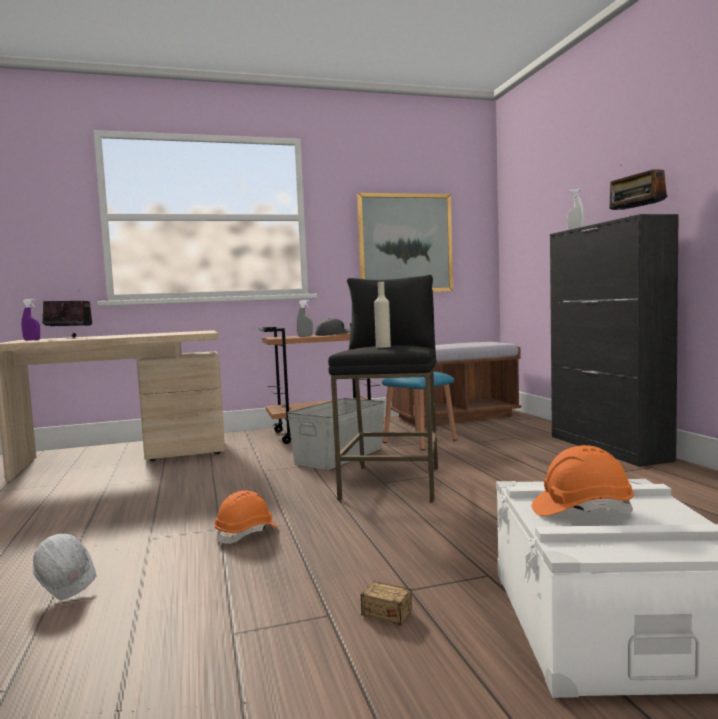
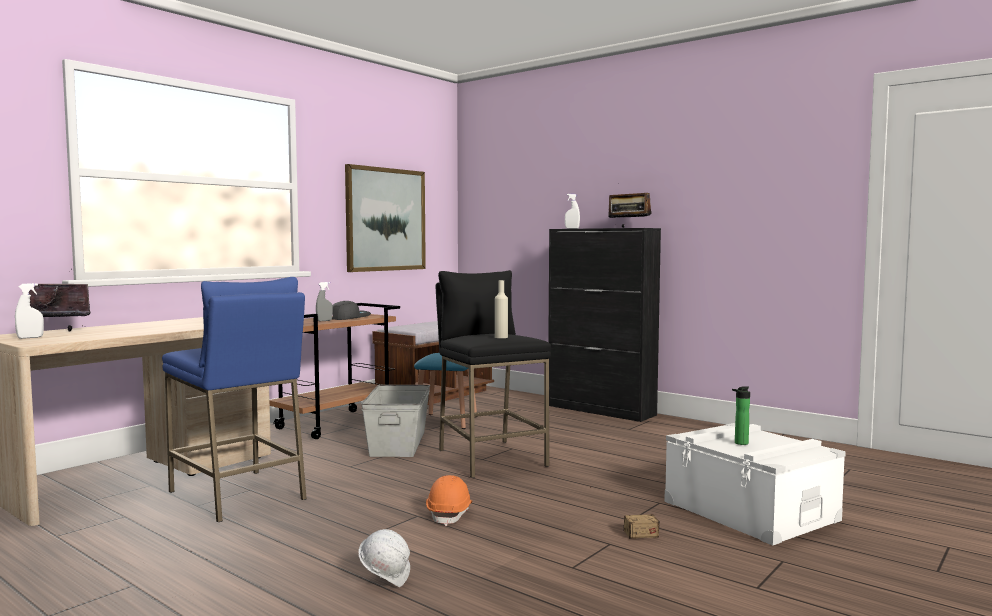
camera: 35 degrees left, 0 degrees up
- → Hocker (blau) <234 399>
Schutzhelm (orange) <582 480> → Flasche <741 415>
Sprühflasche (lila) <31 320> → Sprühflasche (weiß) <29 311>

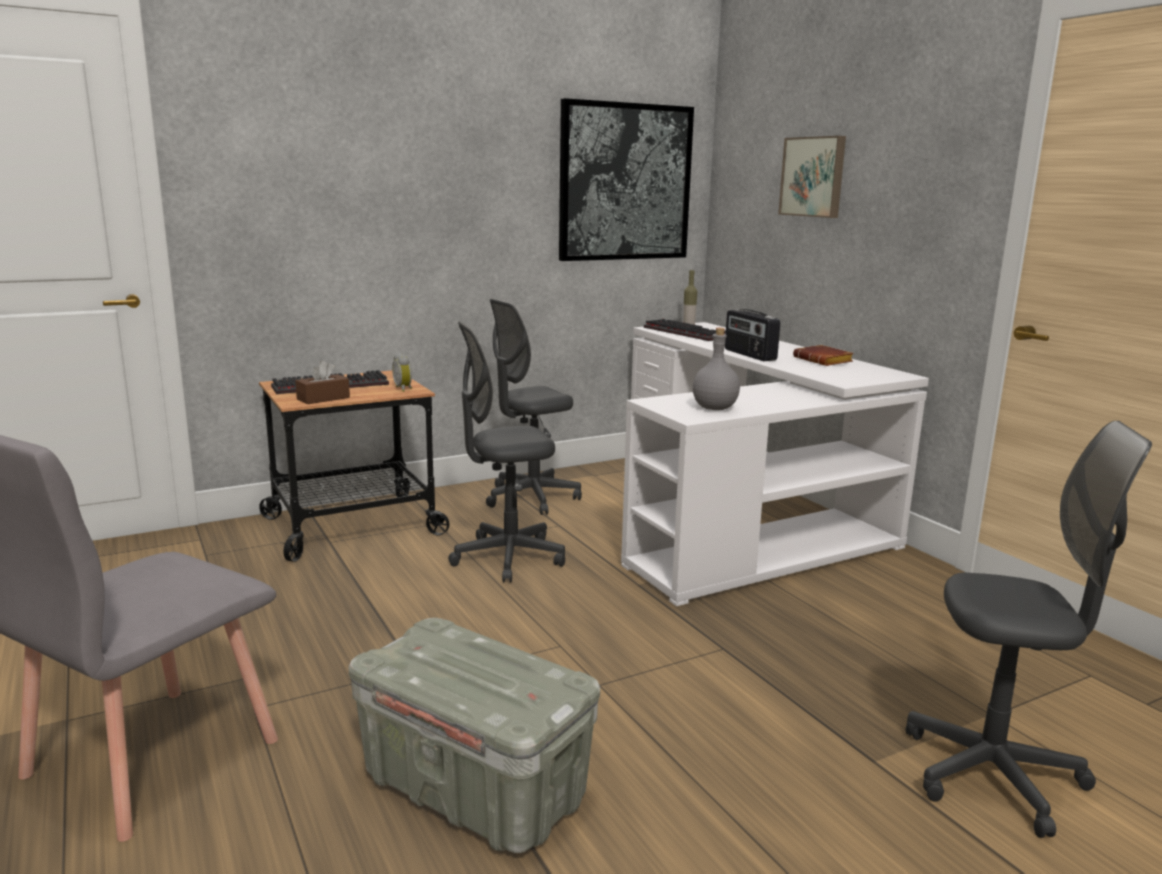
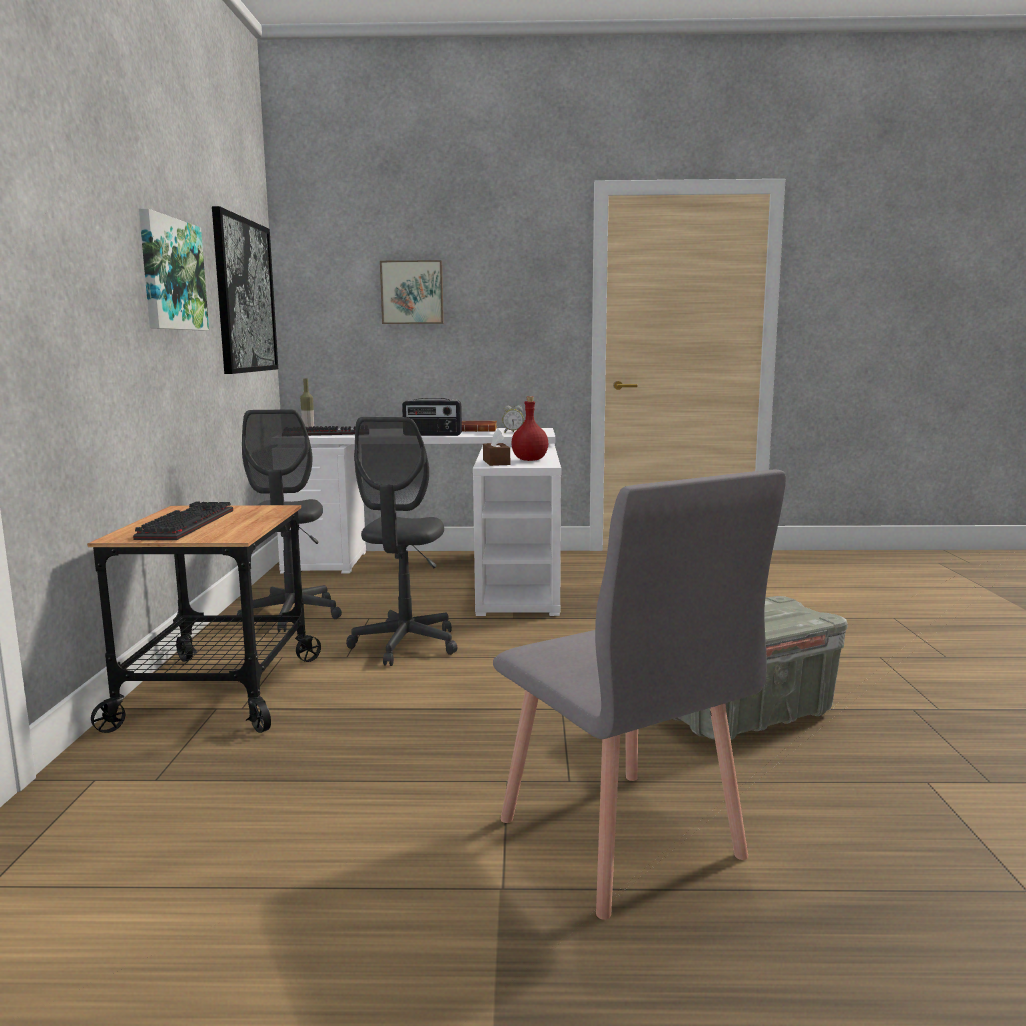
camera: 60 degrees left, 5 degrees down
Bürostuhl (grau) <1029 629> → -
- → Bild <174 270>
Taschentuchbox (braun) <322 382> → Taschentuchbox (braun) <496 447>, relocated
Wecker <402 372> → Wecker <513 419>, relocated
Flasche (grau) <716 369> → Flasche (rot) <529 428>

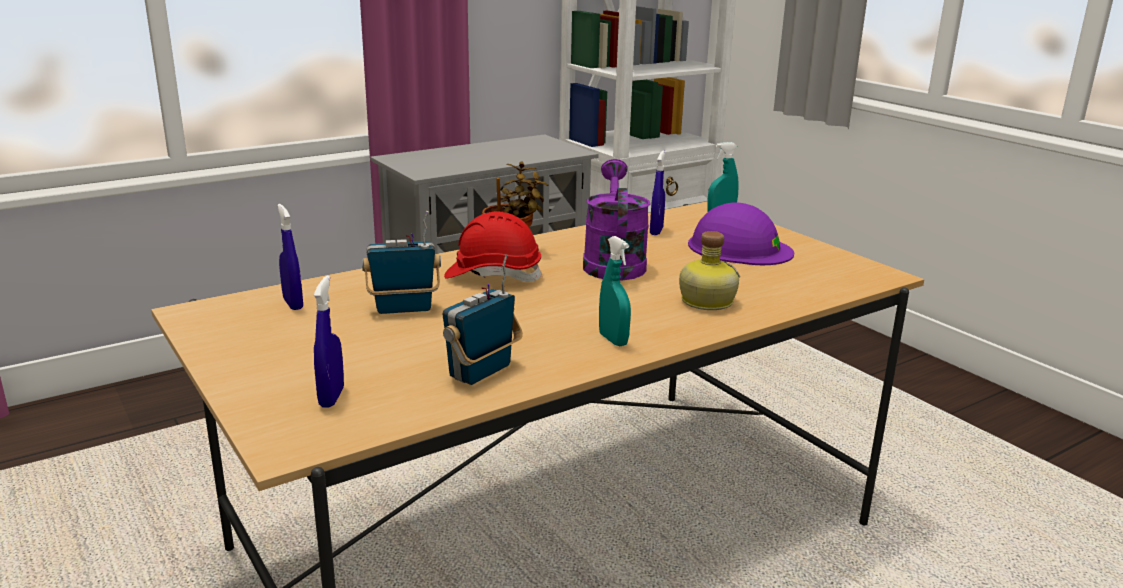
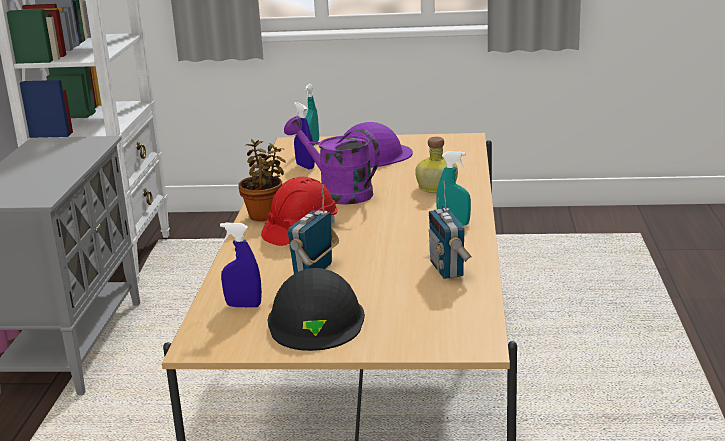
camera: 50 degrees left, 0 degrees up
Sprühflasche (blau) <329 341> → -
- → Schutzhelm (schwarz) <316 309>

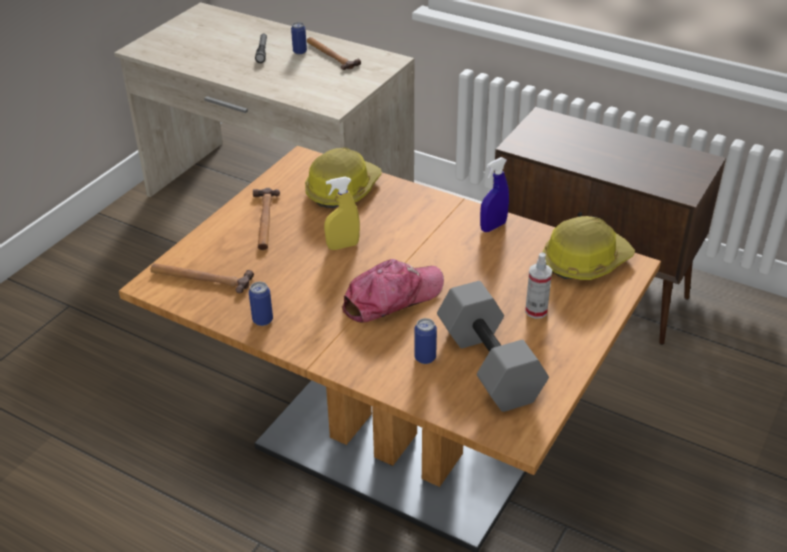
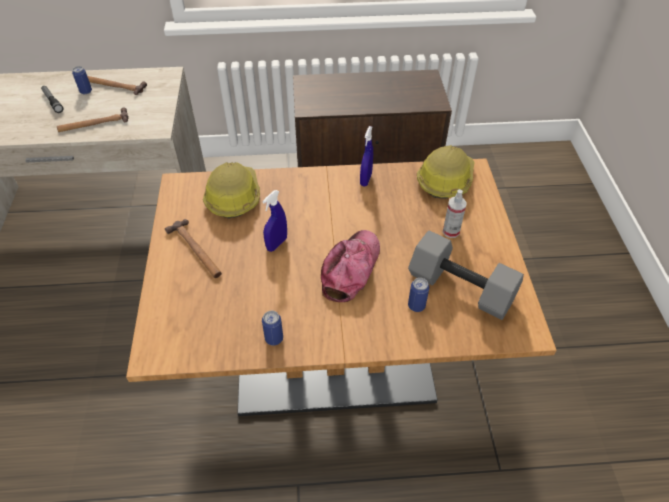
camera: 35 degrees left, 10 degrees up
Hammer <202 278> → Hammer <93 120>, relocated
Sprühflasche (gelb) <342 213> → Sprühflasche (blau) <274 221>

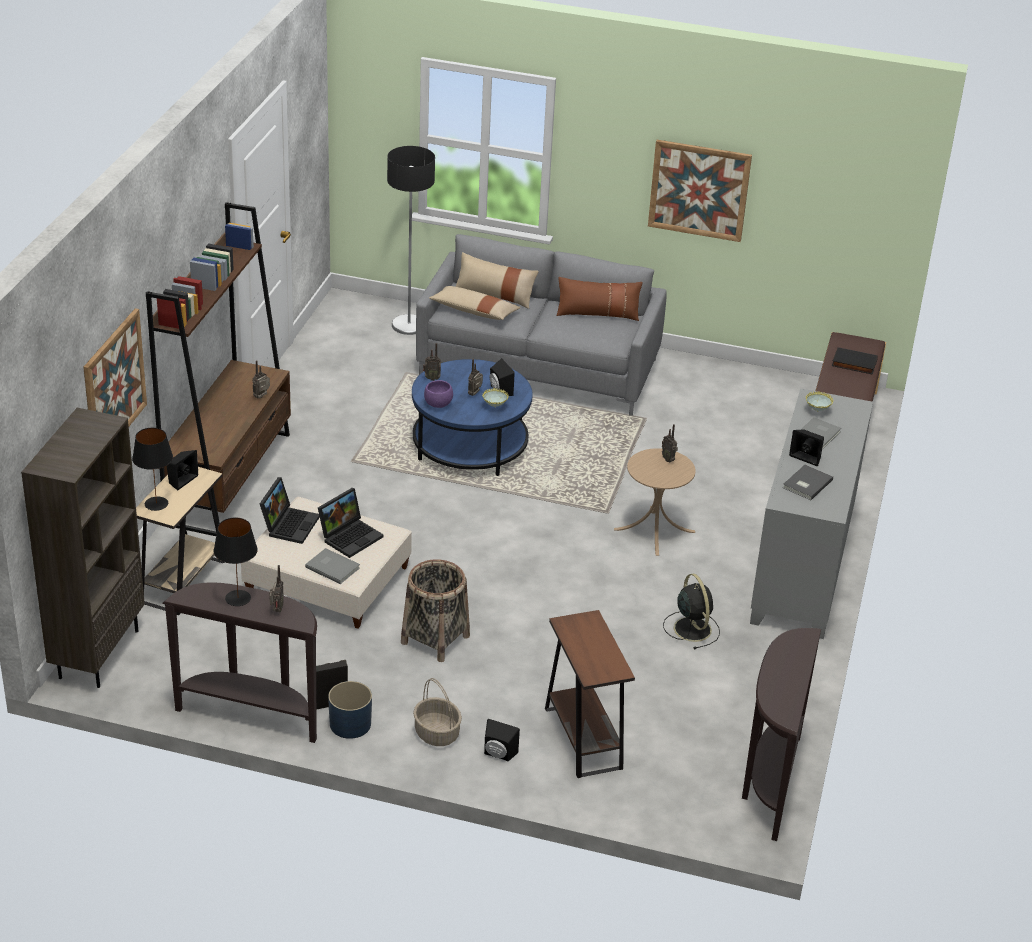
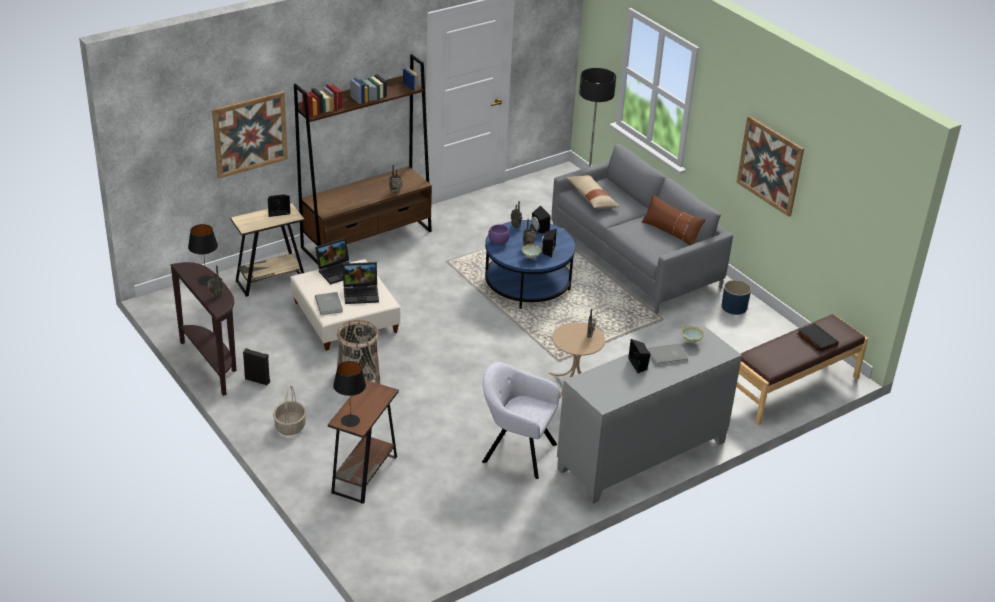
camera: 40 degrees right, 0 degrees up
Bücherregal (braun) <83 548> → -
Kissen (beige) <497 280> → -
Konsolentisch (braun) <781 734> → -
Buch (grau) <808 482> → -
Tischlampe (schwarz) <152 469> → Tischlampe (schwarz) <349 394>, relocated
Pflanzkübel (blau) <350 710> → Pflanzkübel (blau) <736 297>, relocated
Lautsprecher (schwarz) <502 740> → Lautsprecher (schwarz) <541 220>, relocated
Ventilator (schwarz) <691 611> → Sessel (grau) <521 420>

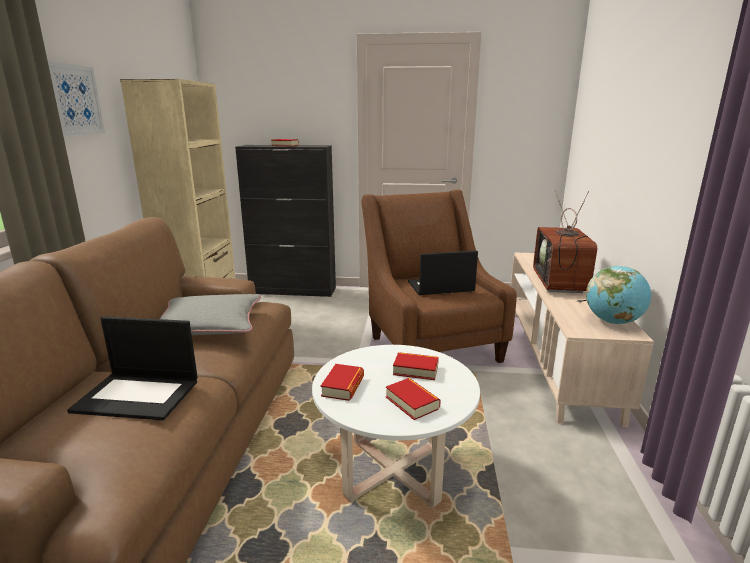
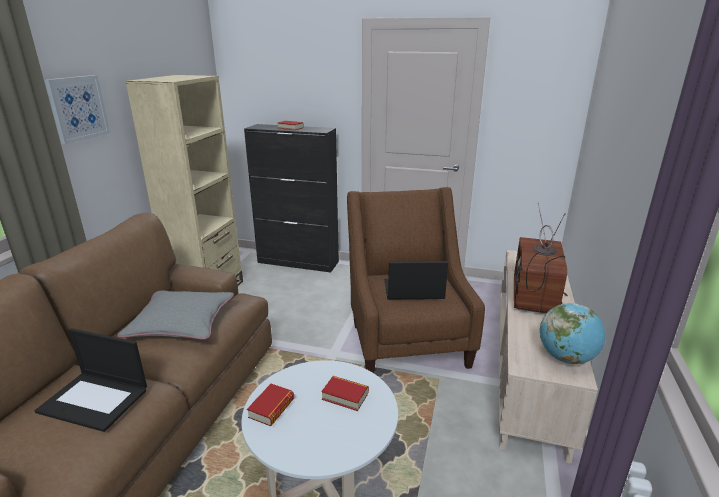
camera: 10 degrees right, 5 degrees up
Buch <413 399> → -

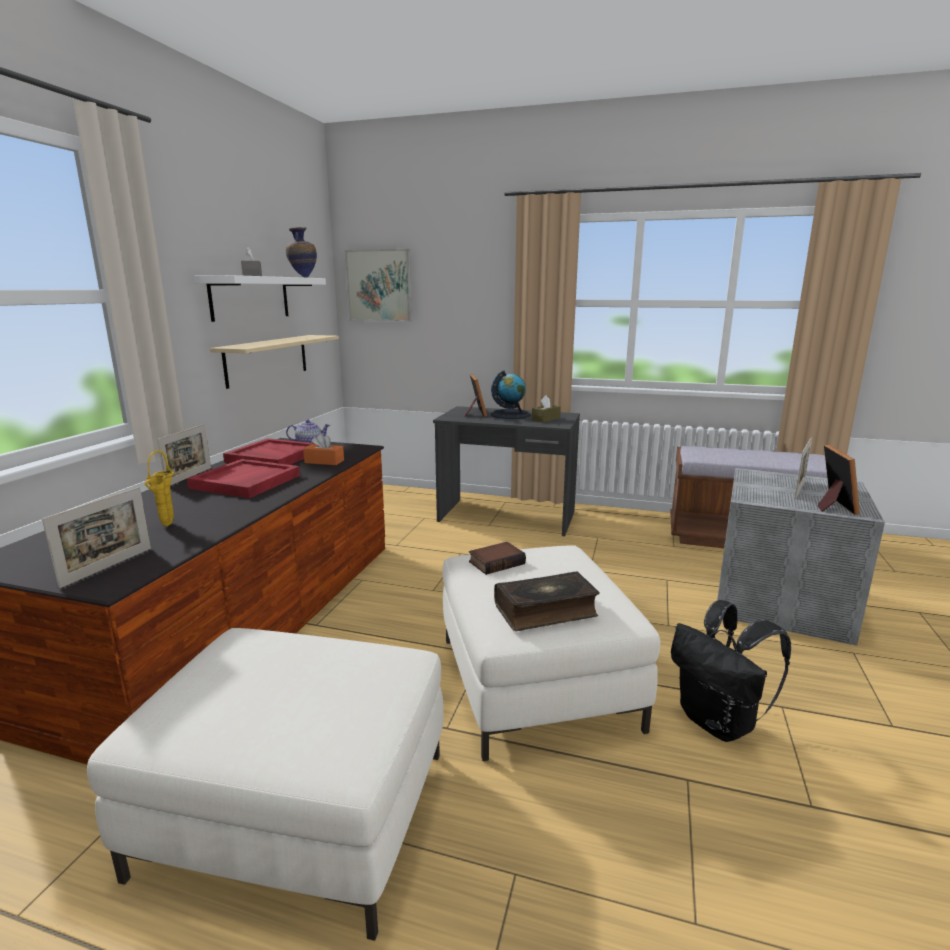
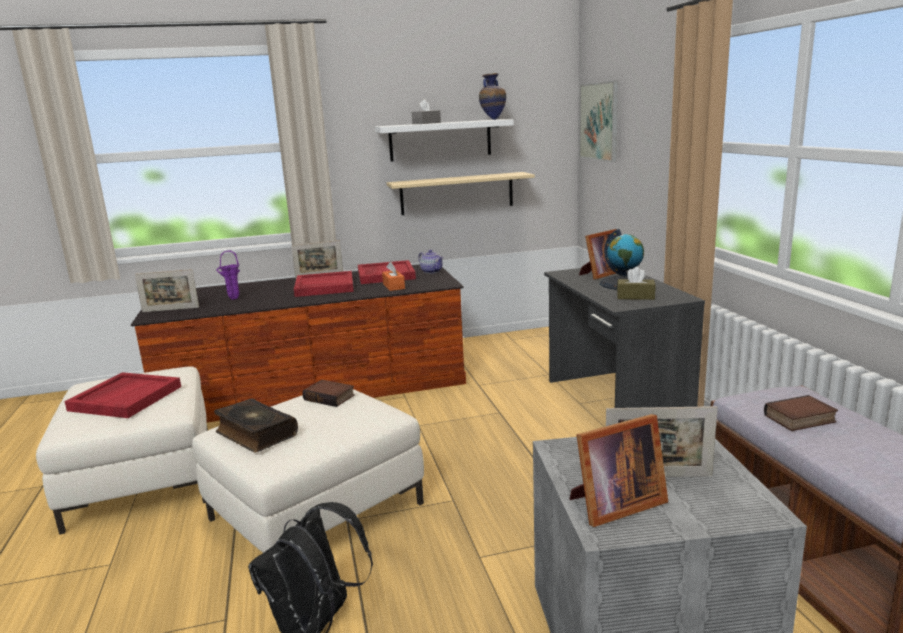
camera: 60 degrees right, 0 degrees up
- → Tablett (rot) <122 395>
- → Buch <801 413>
Vase (gelb) <159 488> → Vase (lila) <228 275>

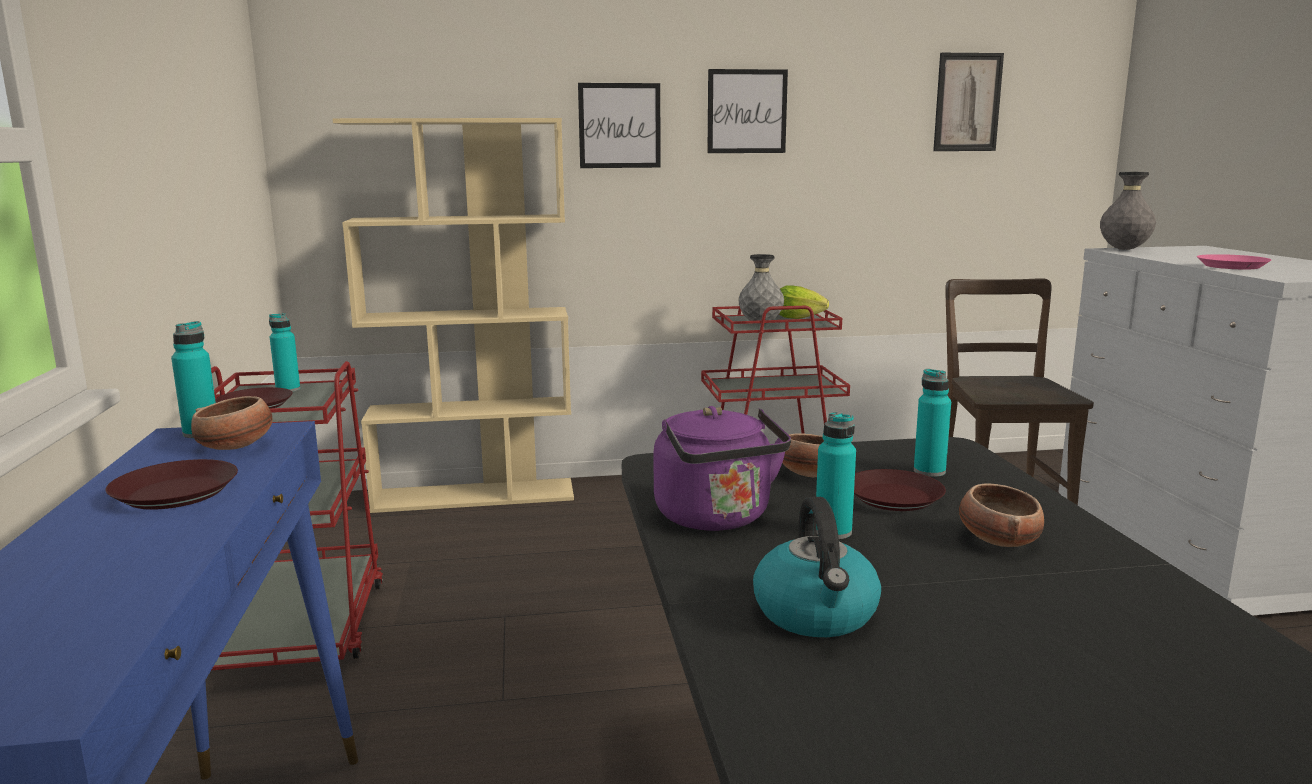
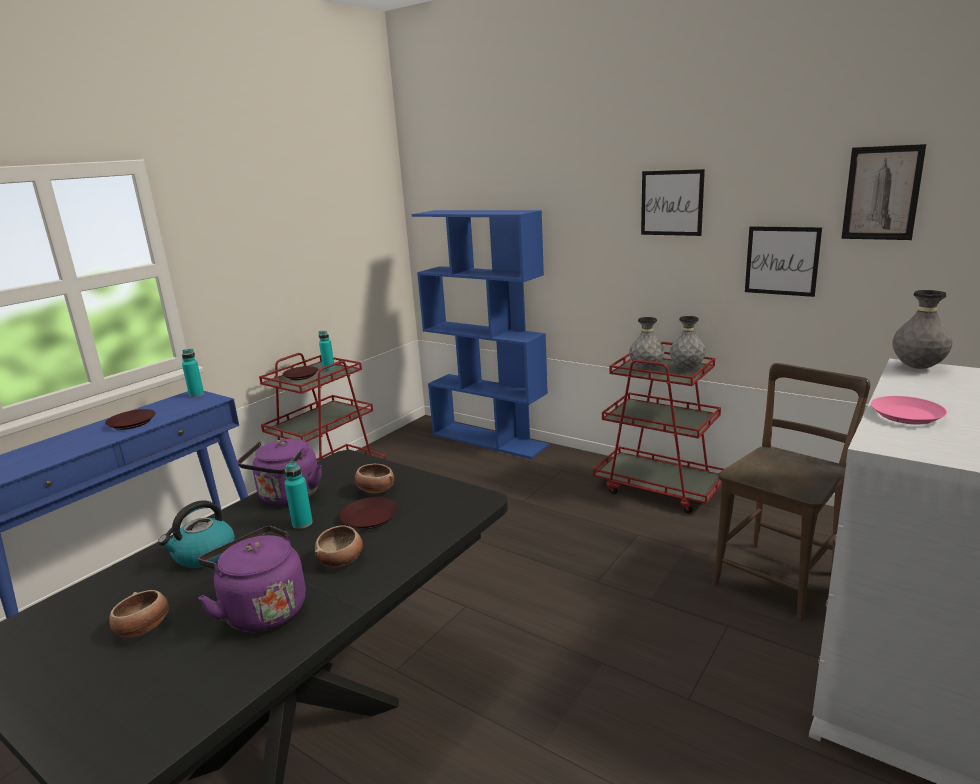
camera: 45 degrees right, 5 degrees up
Flasche (türkis) <932 423> → -
- → Wasserkessel (lila) <252 579>
Schüssel <232 423> → Schüssel <139 613>, relocated
Bild <619 125> → Bild <783 261>, relocated
Salatkopf <804 302> → Vase (grau) <688 343>
Bücherregal (beige) <453 315> → Bücherregal (blau) <480 334>

